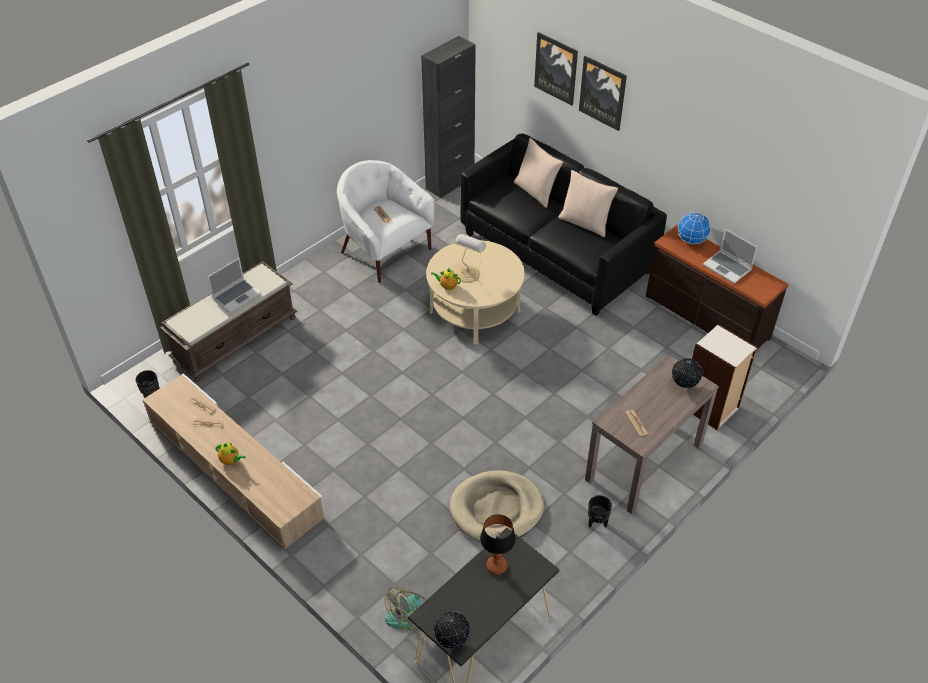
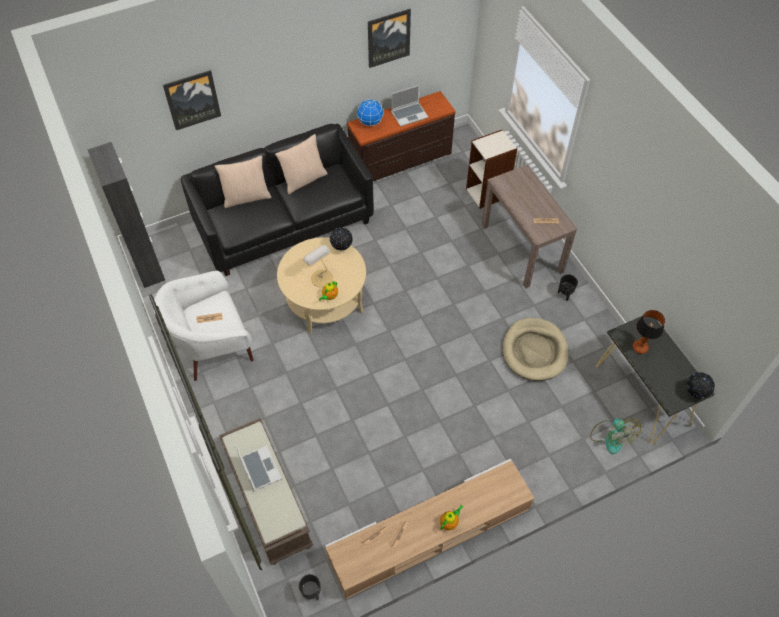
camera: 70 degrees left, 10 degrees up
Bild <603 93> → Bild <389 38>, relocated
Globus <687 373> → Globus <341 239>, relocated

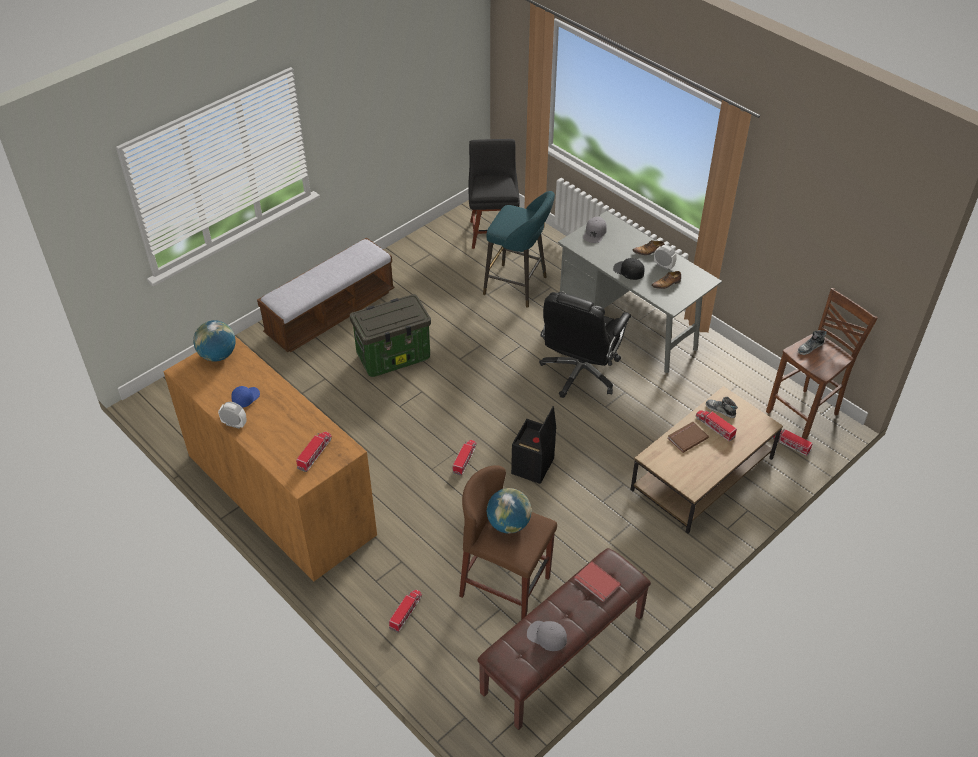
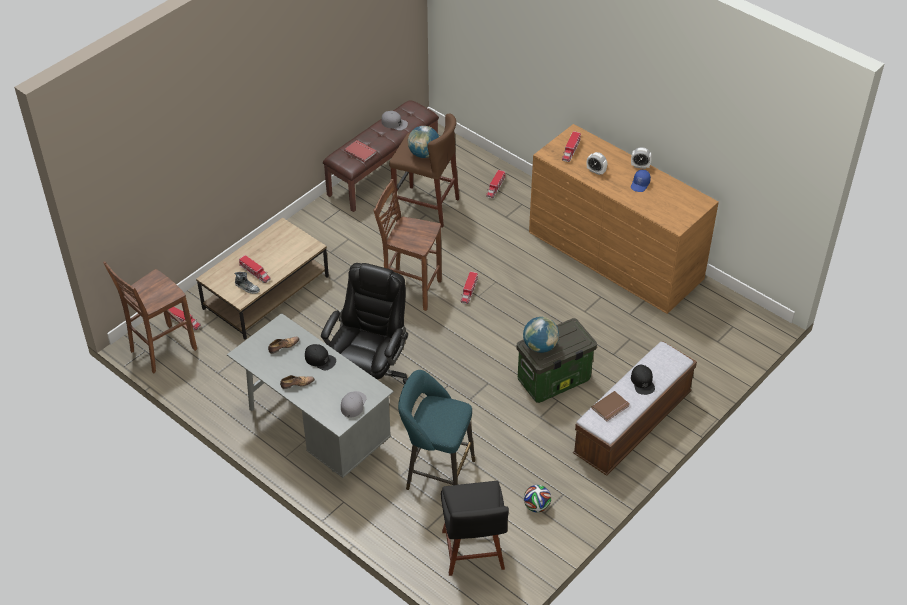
camera: 175 degrees right, 0 degrees up
Schuh <812 342> → -
- → Fußball <537 499>
- → Kappe (schwarz) <643 380>
Globus <214 341> → Globus <541 335>, relocated
Wecker <665 257> → Wecker <597 163>, relocated
Buch (braun) <688 437> → Buch (braun) <610 406>, relocated
Aufbewahrungsbox (schwarz) <533 445> → Hocker (braun) <407 245>

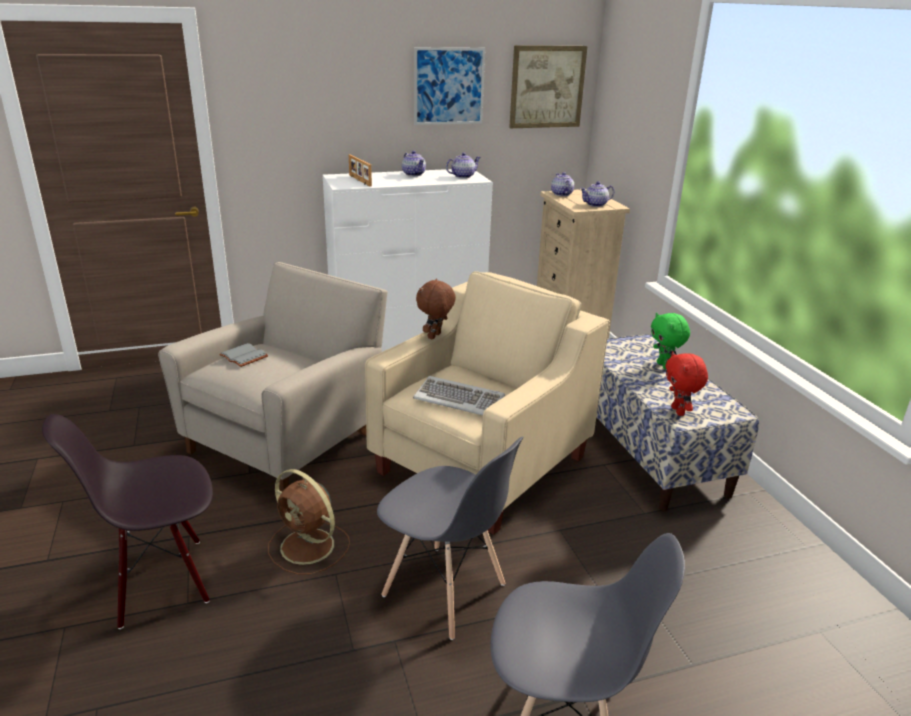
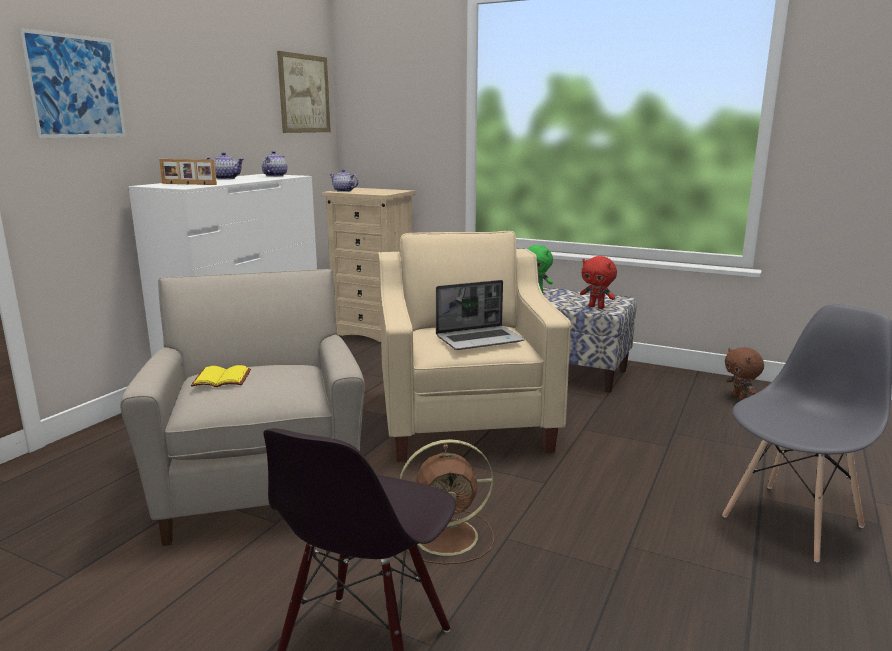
camera: 45 degrees left, 10 degrees down
Stuhl (grau) <450 538> → -
Teekanne <597 194> → -
Bild <449 86> → Bild <72 83>, relocated
Plüschtier (braun) <436 308> → Plüschtier (braun) <744 374>, relocated
Tastatur <459 395> → Laptop <480 315>
Buch (grau) <243 355> → Buch (gelb) <221 376>

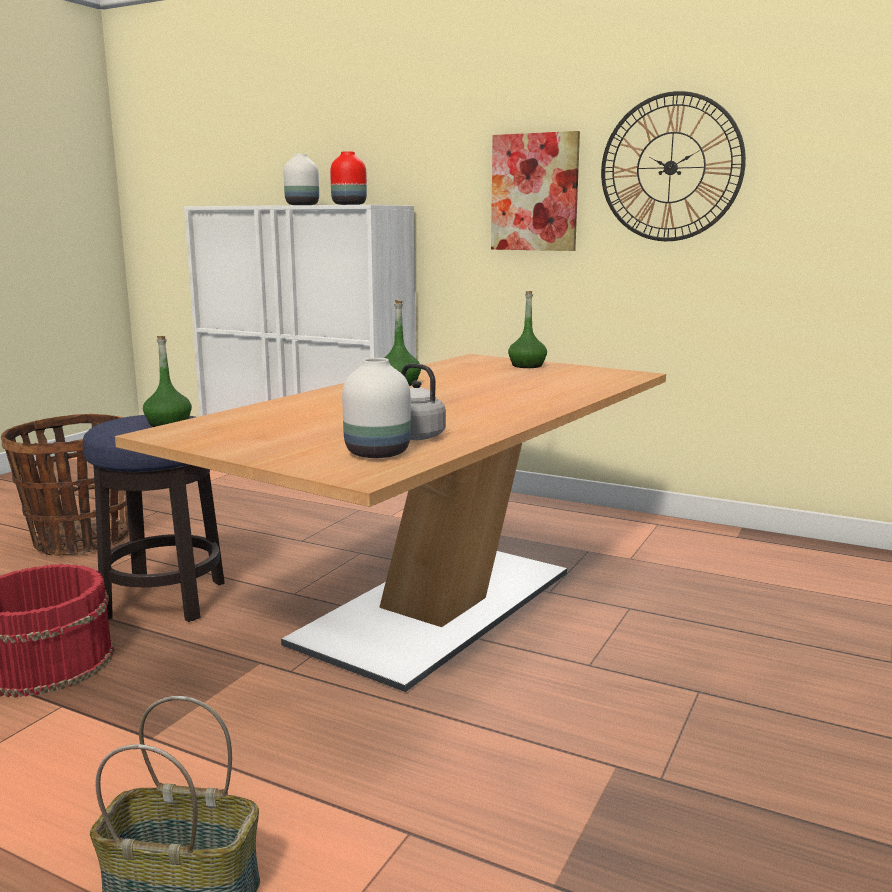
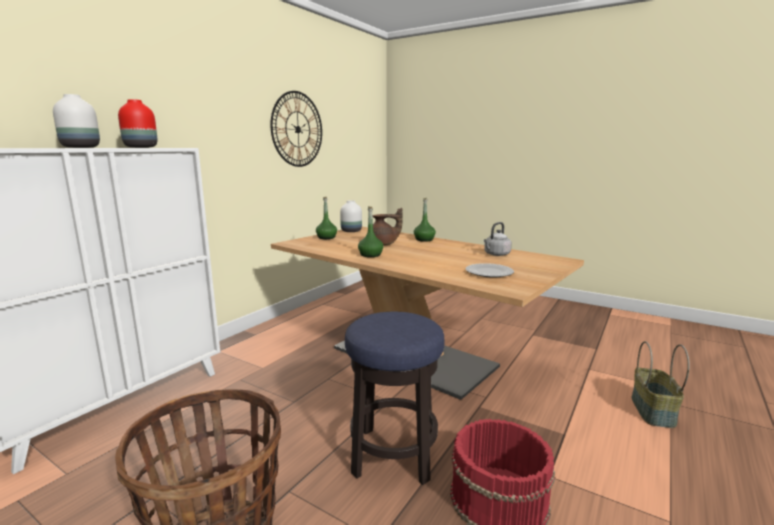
camera: 85 degrees left, 0 degrees up
Bild <535 191> → -
- → Teekanne (braun) <387 227>
- → Teller <490 270>
Flasche (grün) <167 381> → Flasche (grün) <425 220>, relocated
Vase (weiß) <376 408> → Vase (weiß) <351 216>, relocated

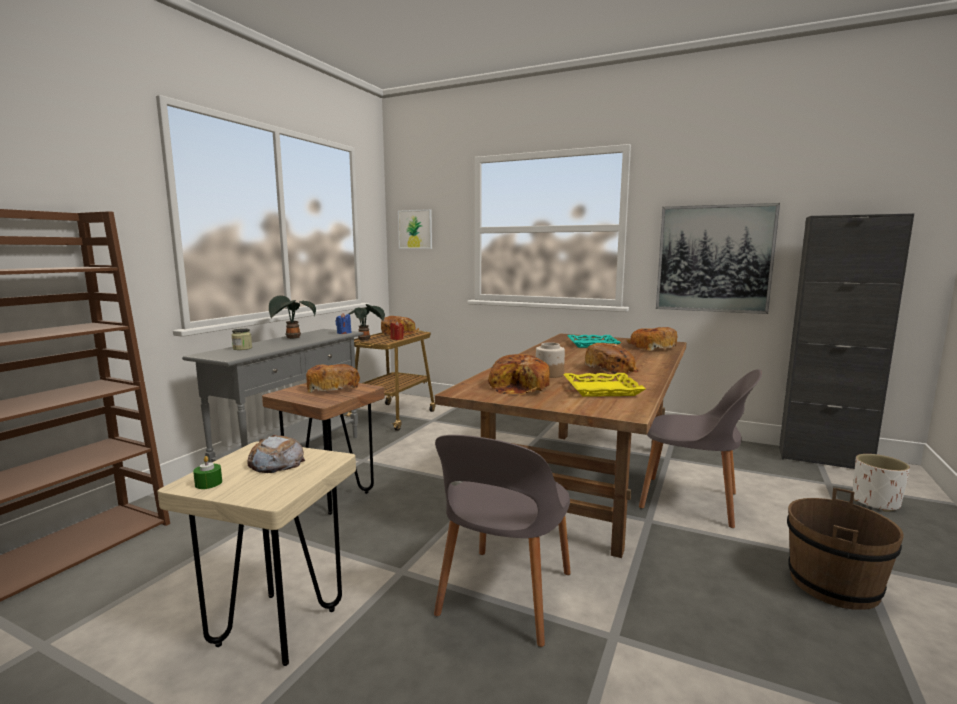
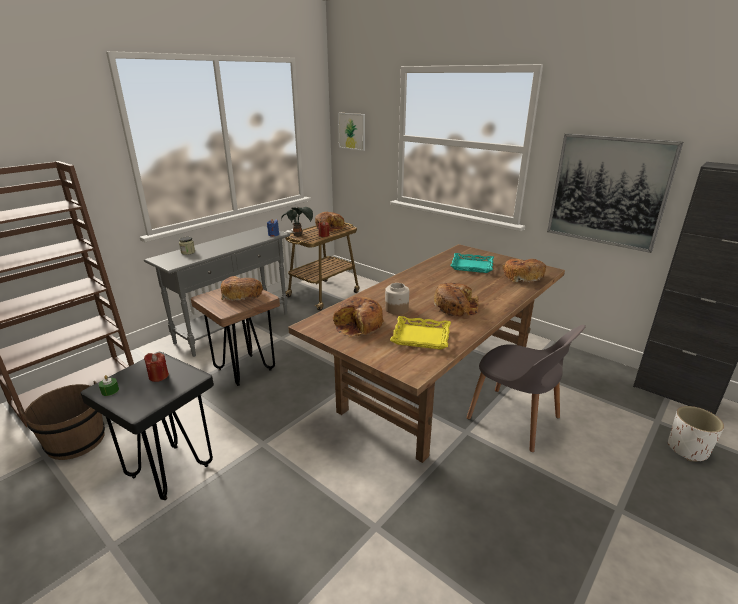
camera: 15 degrees right, 15 degrees up
Topfpflanze <292 317> → -
Stuhl (grau) <502 541> → -
Eimer (braun) <845 549> → Eimer (braun) <62 420>, relocated
Brot <276 454> → Kerze (rot) <156 367>
Hocker (beige) <256 554> → Hocker (schwarz) <147 426>

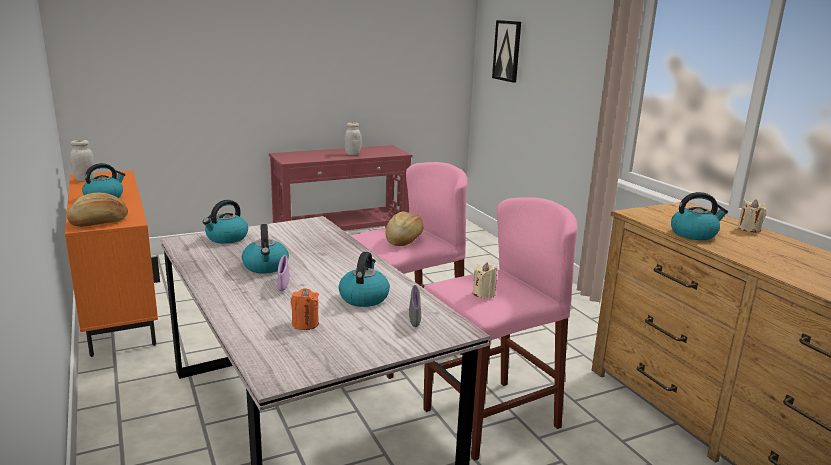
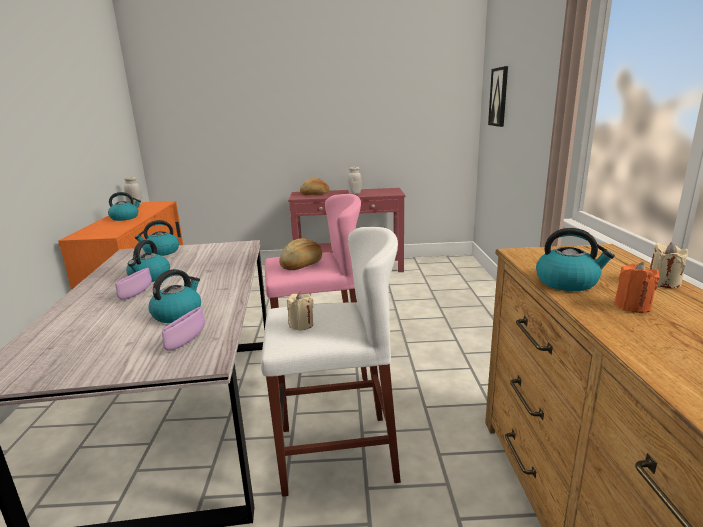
camera: 25 degrees right, 0 degrees up
Brot <97 210> → Brot <314 186>, relocated
Kerze (orange) <305 309> → Kerze (orange) <637 287>, relocated
Schüssel (grau) <415 306> → Schüssel (lila) <183 329>
Hocker (rosa) <500 329> → Hocker (weiß) <331 362>

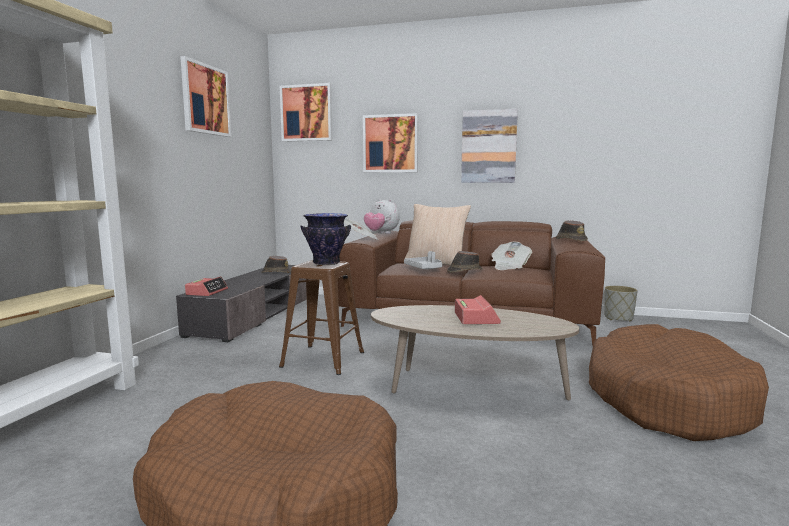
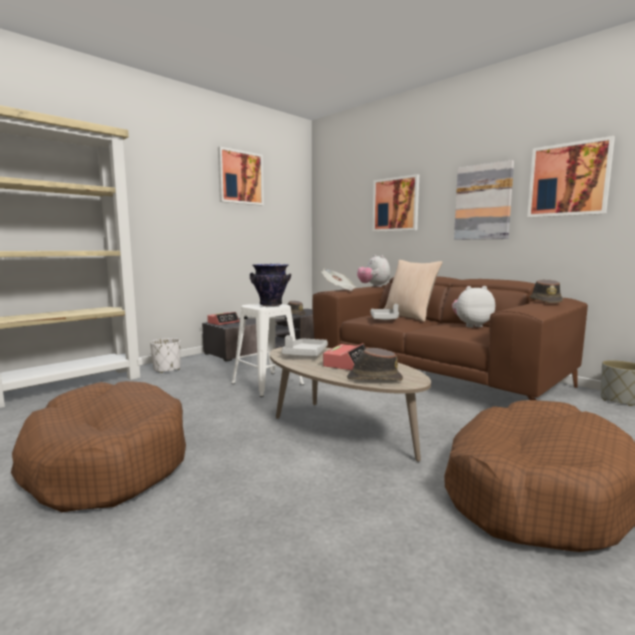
camera: 30 degrees right, 0 degrees up
- → Pflanzkübel (weiß) <165 355>
- → Tablett (grau) <305 345>
Bild <306 112> → Bild <571 177>, relocated
Hut (braun) <464 262> → Hut (braun) <375 364>, relocated
Zeitung <511 256> → Plüschtier <473 307>
Hocker (braun) <321 317> → Hocker (weiß) <267 350>

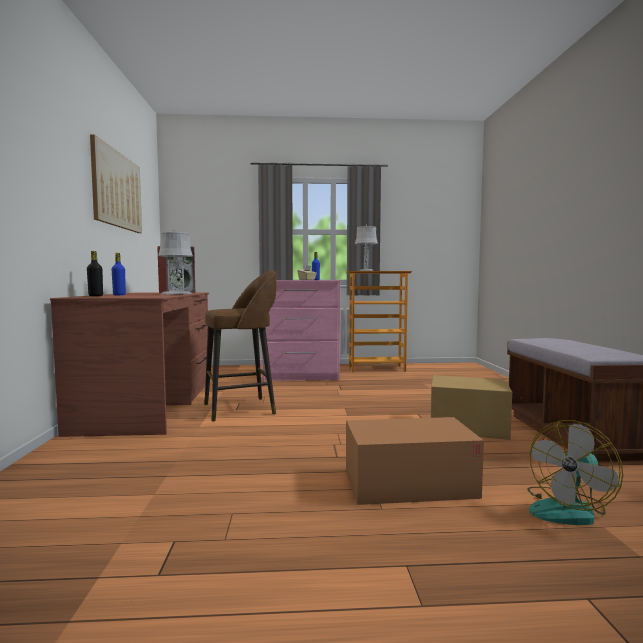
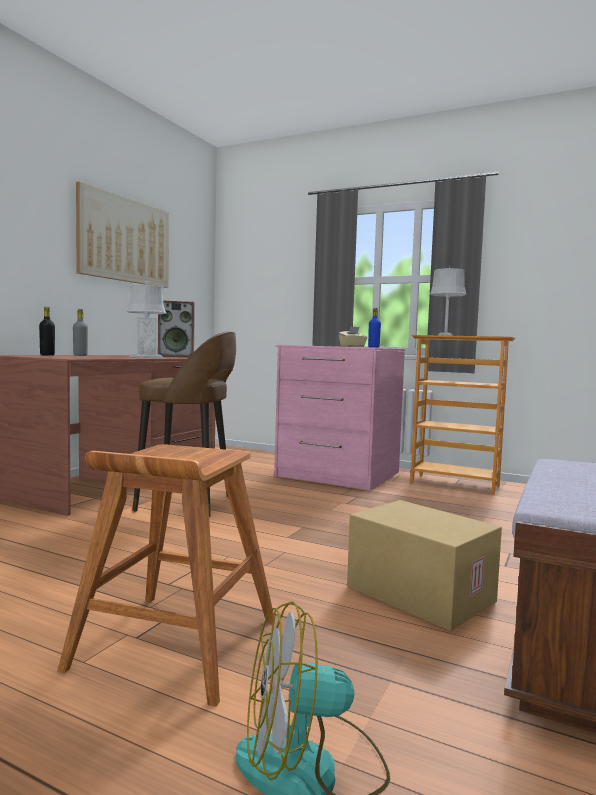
camera: 30 degrees right, 0 degrees up
Karton <415 461> → Hocker (braun) <165 575>
Flasche (blau) <119 274> → Flasche (grau) <80 332>

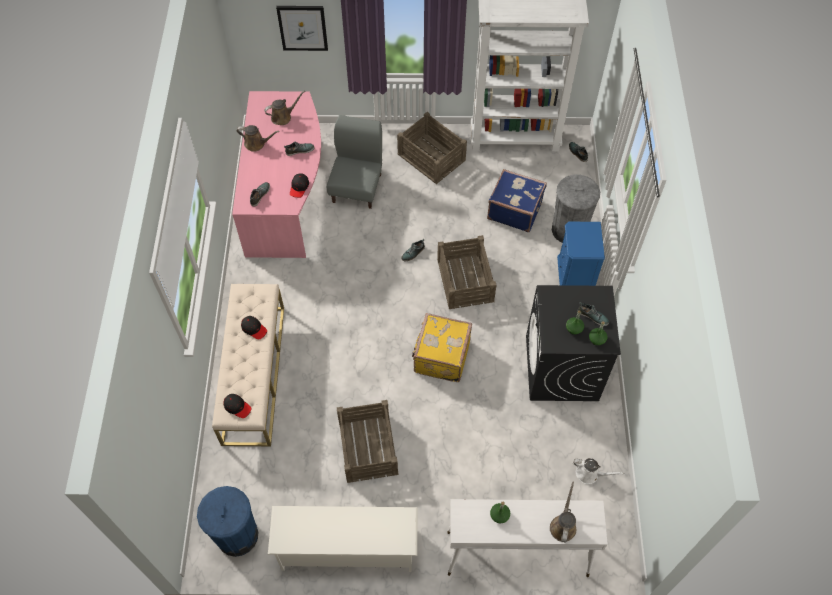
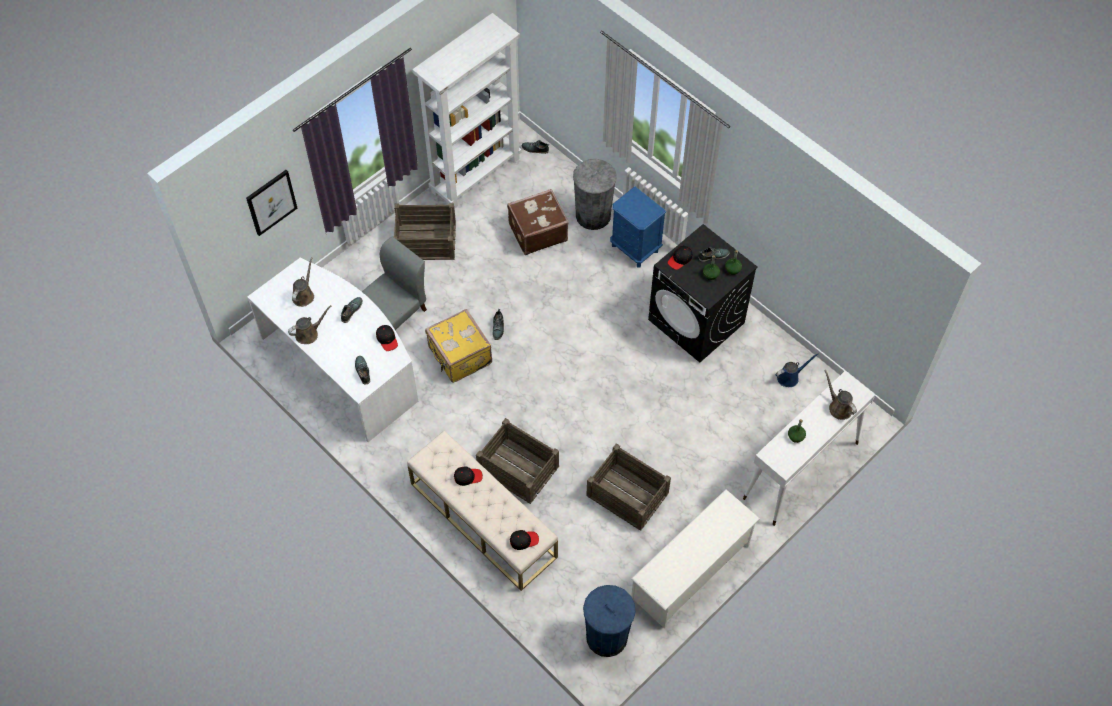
camera: 45 degrees left, 0 degrees up
- → Kappe (schwarz) <680 258>
Koffer (gelb) <442 347> → Koffer (gelb) <458 346>, relocated
Kiste <466 272> → Kiste <517 461>, relocated
Schreibtisch (rosa) <276 174> → Schreibtisch (weiß) <332 350>
Koffer (blau) <517 200> → Koffer (braun) <538 222>
Gießkanne (weiß) <599 471> → Gießkanne (blau) <797 370>
Stuhl (grau) <354 162> → Stuhl (grau) <394 283>, 75 degrees clockwise

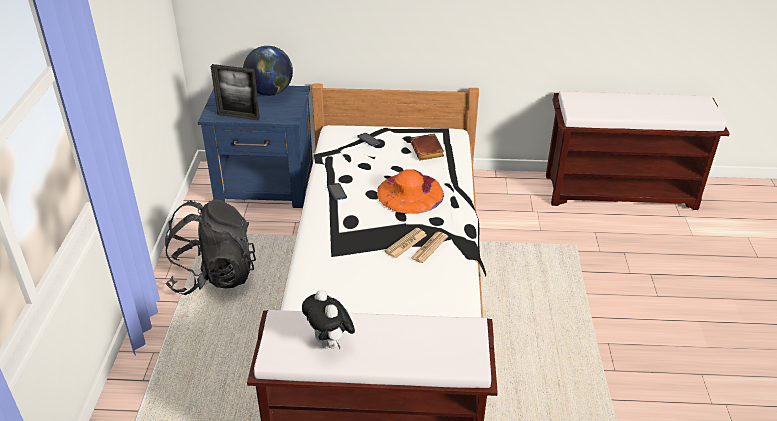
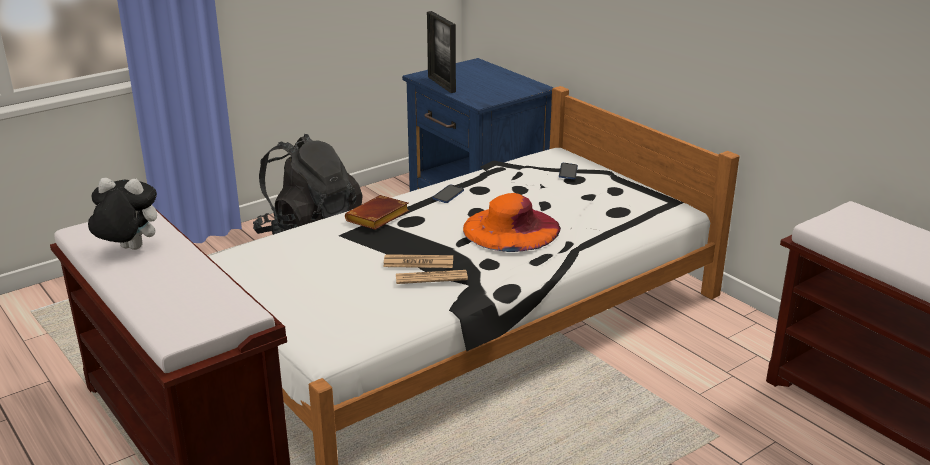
camera: 50 degrees right, 10 degrees down
Globus <268 71> → -
Buch (braun) <427 147> → Buch (braun) <377 212>, relocated
Plüschtier <328 320> → Plüschtier <122 214>, 75 degrees clockwise

